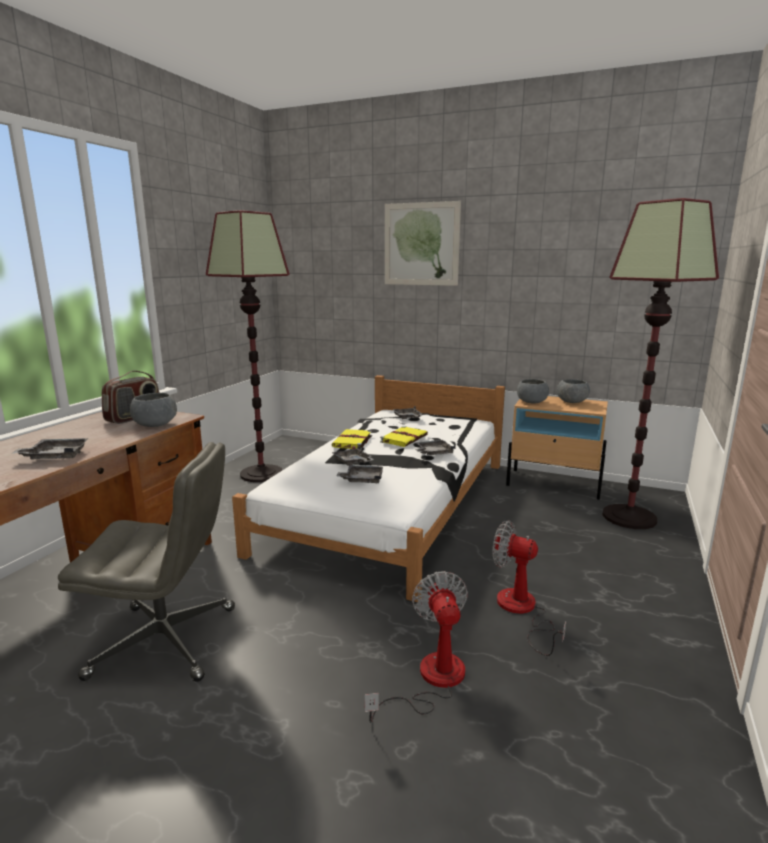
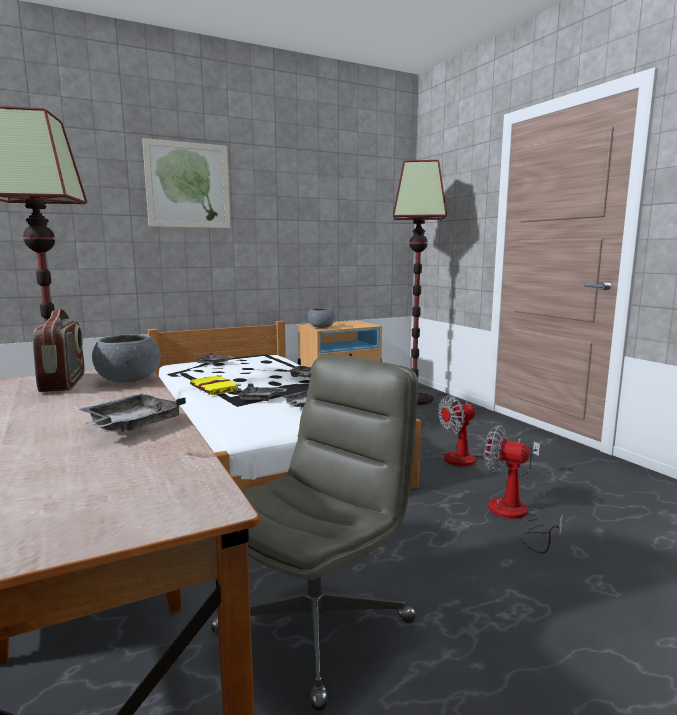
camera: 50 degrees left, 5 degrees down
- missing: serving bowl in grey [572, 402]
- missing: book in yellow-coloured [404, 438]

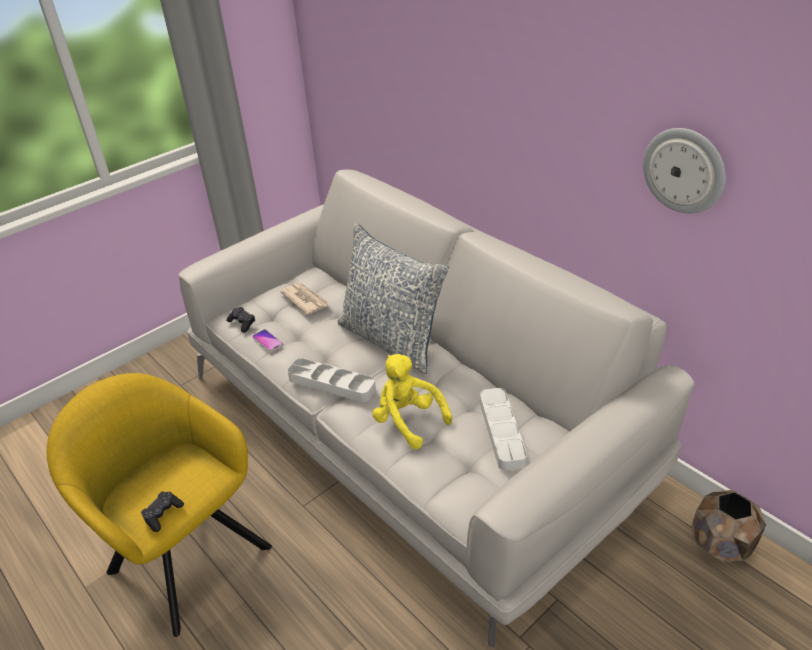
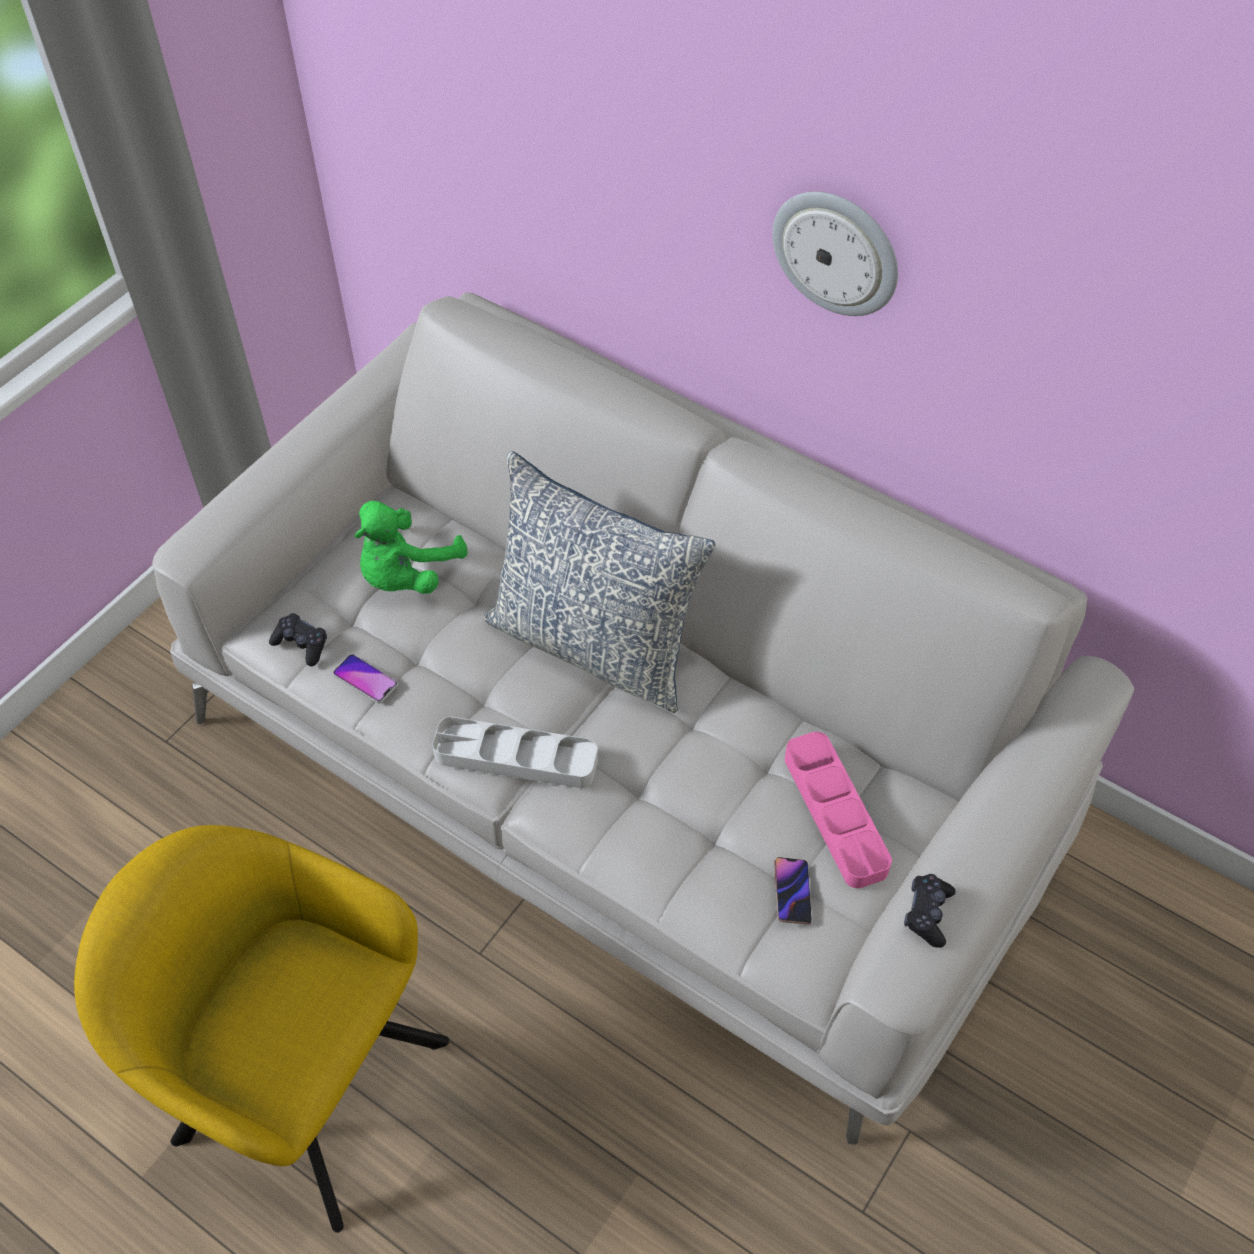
camera: 15 degrees left, 15 degrees up
- relocated: clock on the wall [684, 170] to [836, 252]
- exchanged: newspaper [305, 300] to soft toy in green [406, 575]
- missing: soft toy in yellow-coloured [408, 421]
- colour: serving tray in grey [501, 431] to serving tray in pink-coloured [835, 813]
- missing: plant pot in brownish [721, 544]
- relocated: gamepad in blackish [163, 514] to [927, 914]
- appeared: phone [792, 892]

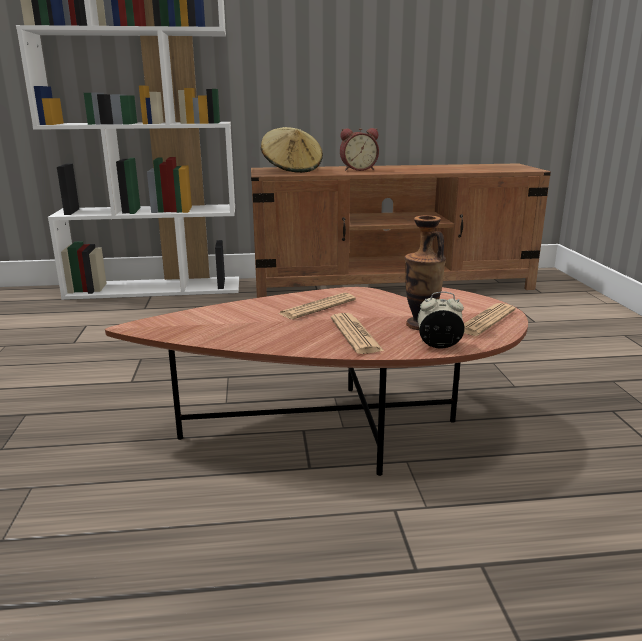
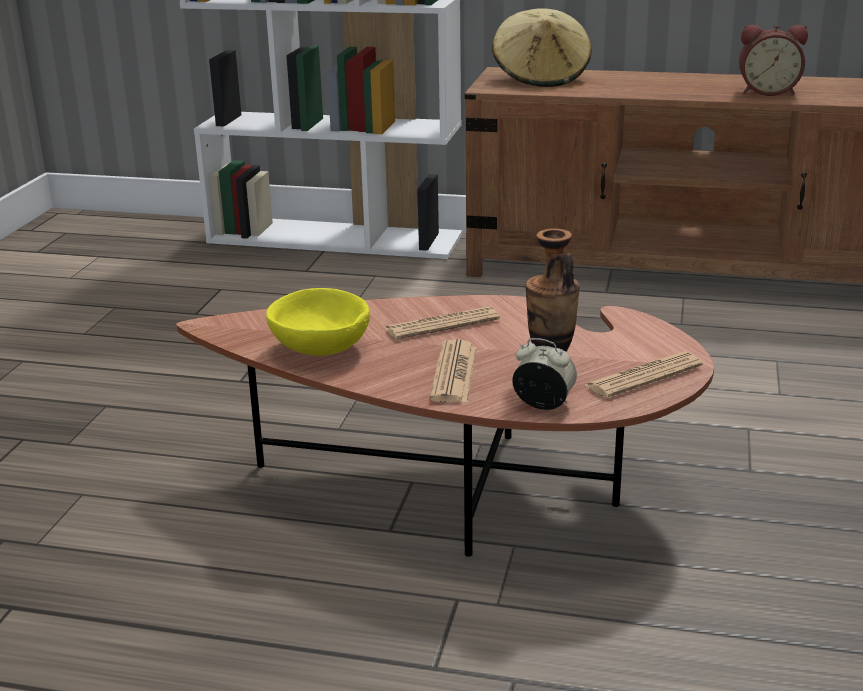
camera: 20 degrees right, 5 degrees up
- relocated: alarm clock [358, 169] to [767, 92]
- appeared: serving bowl in yellow-coloured [319, 349]

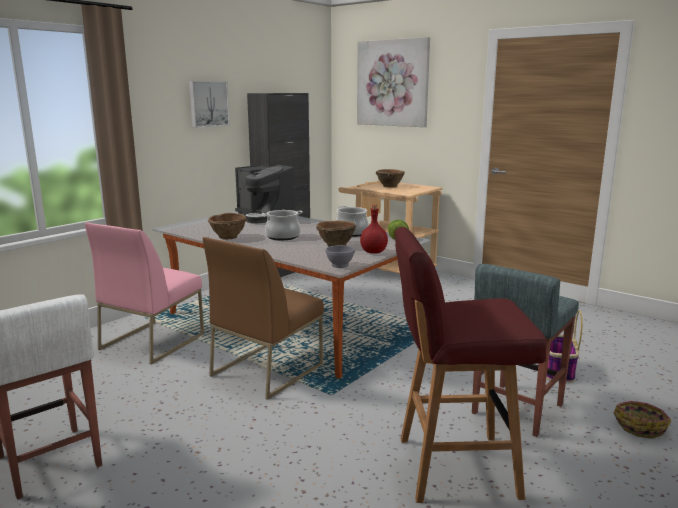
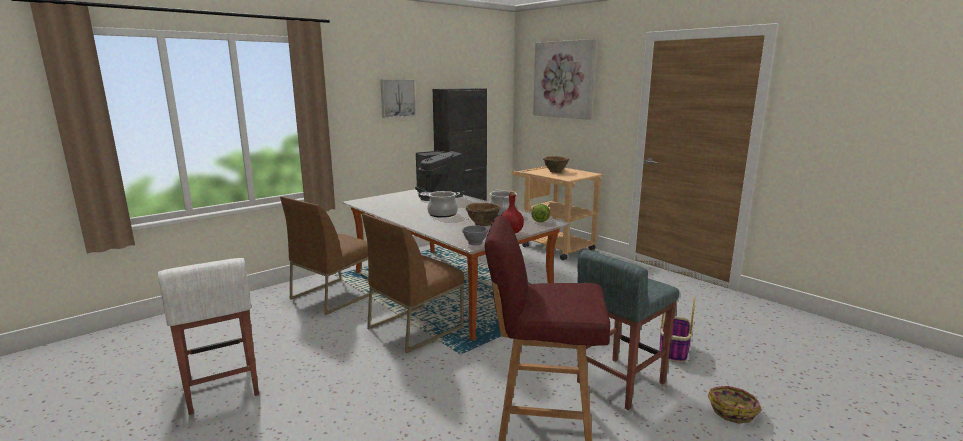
camera: 10 degrees right, 0 degrees up
- missing: serving bowl in brownish [228, 237]
- colour: chair in pink-coloured [152, 341] to chair in brownish [333, 295]

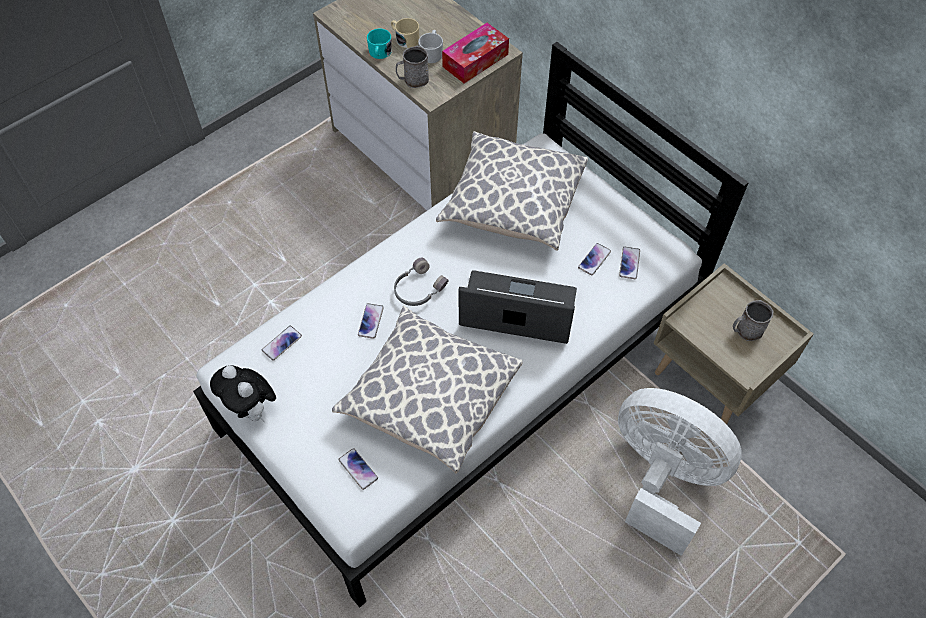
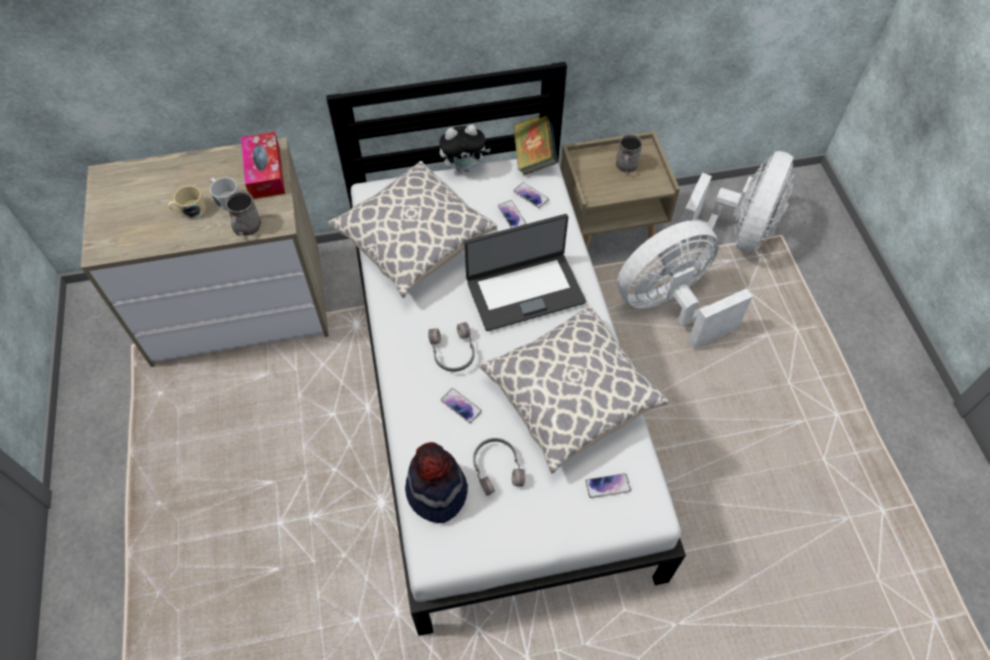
camera: 60 degrees left, 0 degrees up
- missing: tea mug in turquoise [379, 53]
- spun: laptop [518, 310] = [524, 290] 150 degrees counterclockwise
- exchanged: phone [282, 343] to clothing hat [436, 491]
- relocated: soft toy [251, 409] to [464, 167]
- appeared: book [534, 157]
- appeared: cooling fan in whitish [736, 233]
- appeared: headset in grey [497, 468]

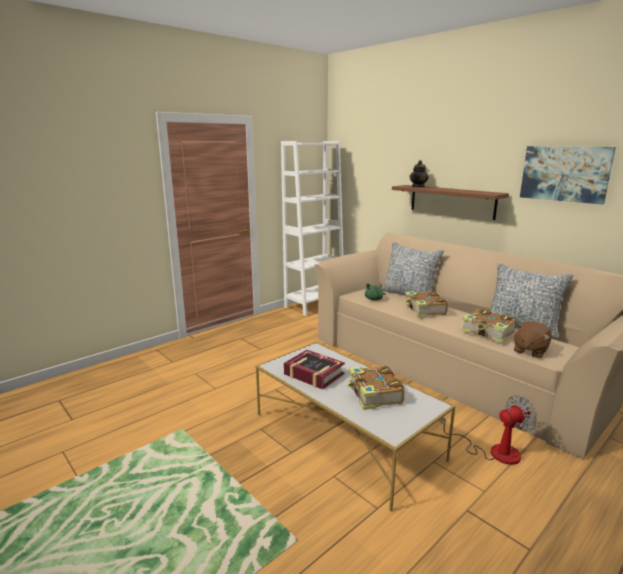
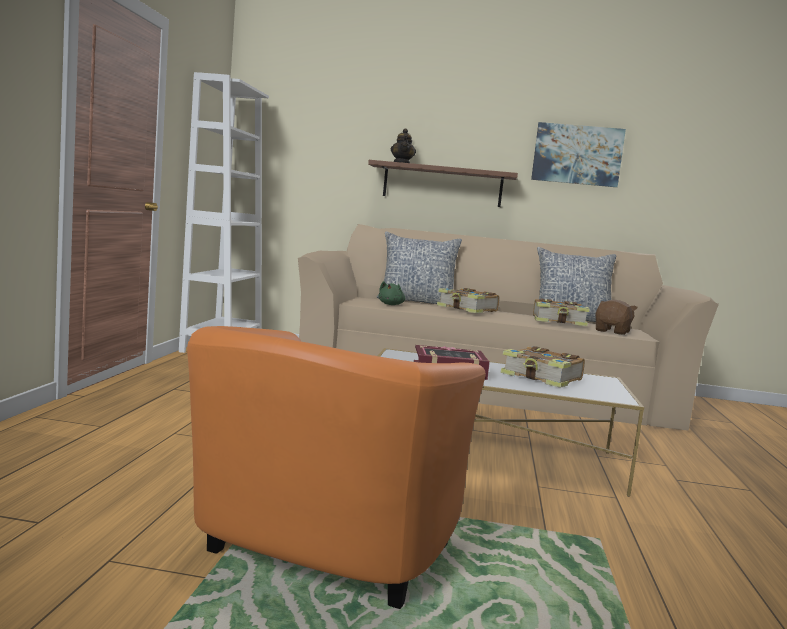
camera: 40 degrees left, 10 degrees down
- spun: soft toy in brownish [529, 351] = [612, 331] 150 degrees counterclockwise
- missing: cooling fan [493, 451]
- appeared: easy chair in orangey [318, 559]

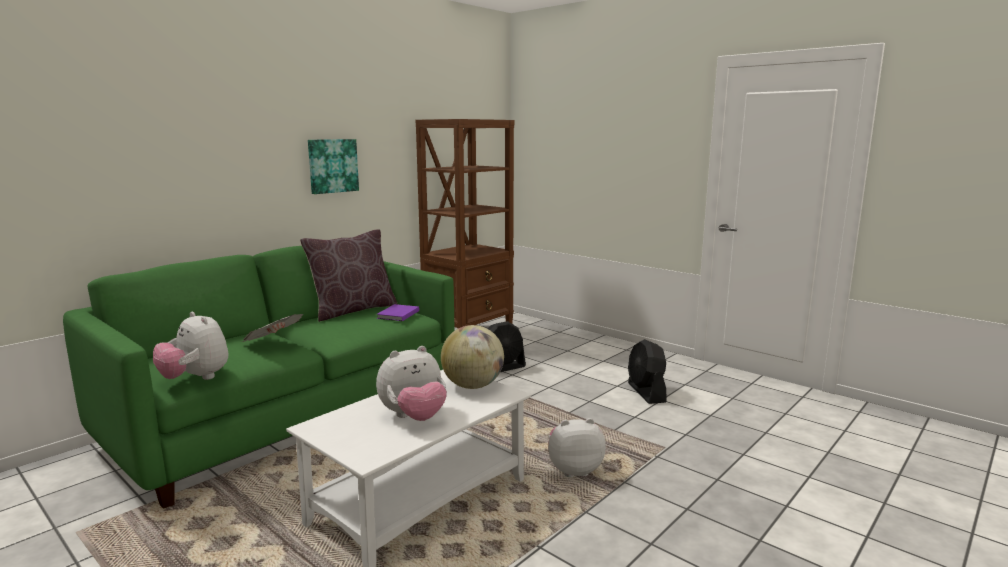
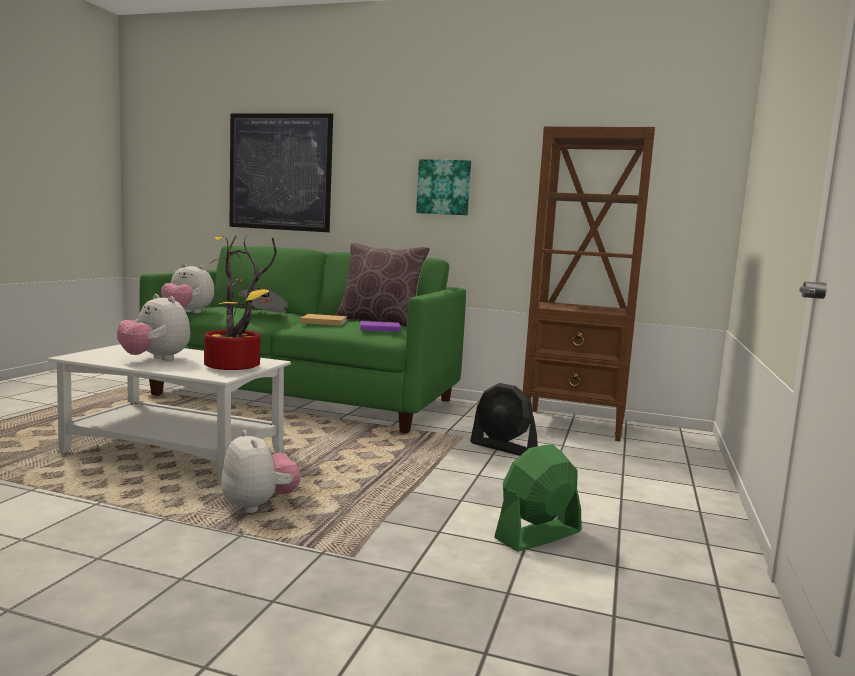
camera: 65 degrees right, 5 degrees down
- spun: soft toy [196, 378] = [187, 313] 90 degrees counterclockwise
- exchanged: world globe [473, 386] to plant in a pot [237, 367]
- colour: cooling fan in blackish [646, 392] to cooling fan in green [538, 535]
- appeared: picture [280, 172]
- appeared: book in sand-coloured [322, 321]

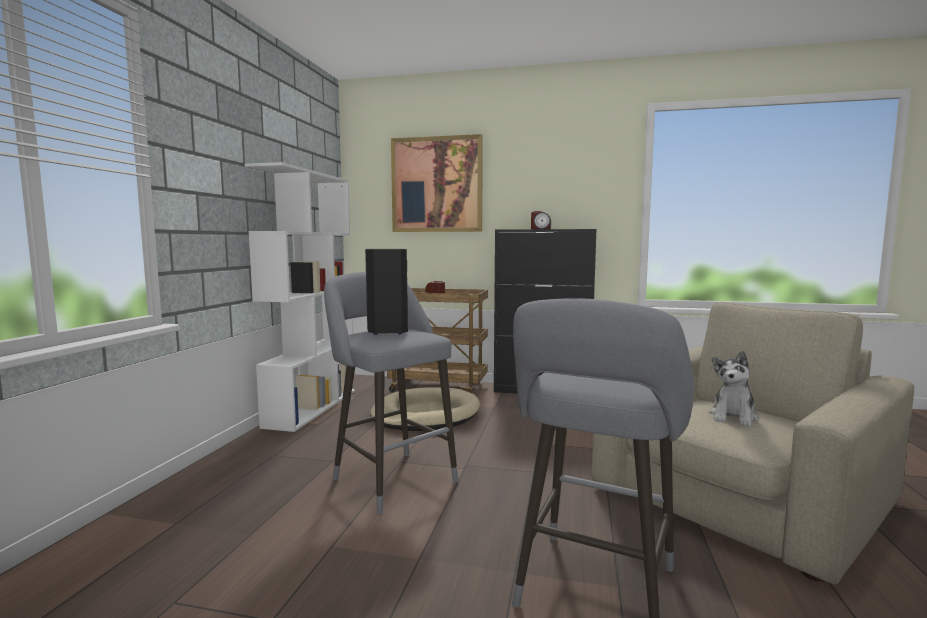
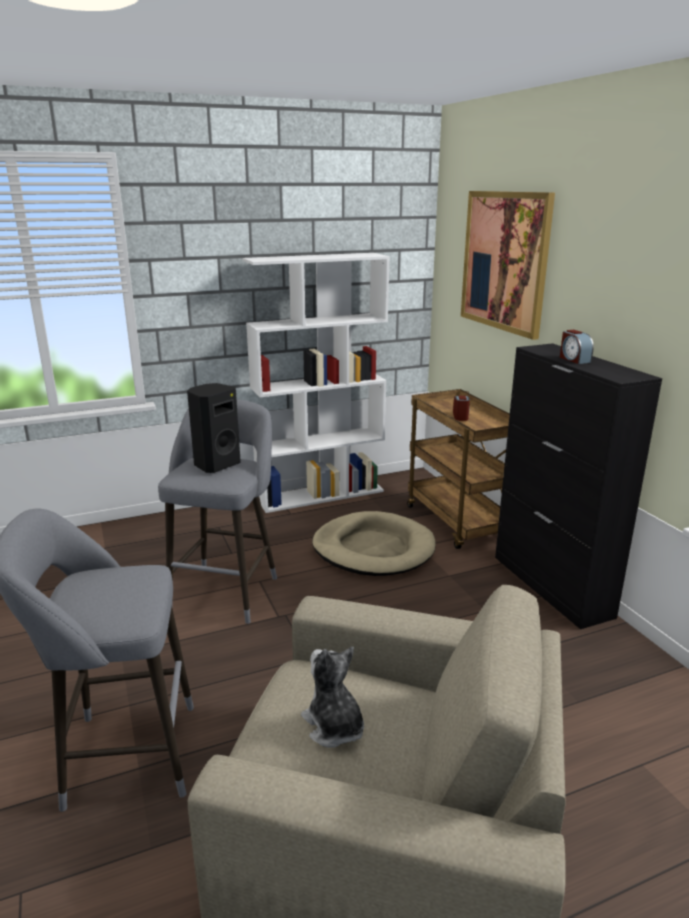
camera: 55 degrees right, 15 degrees up
- spun: soft toy [733, 417] = [334, 726] 60 degrees clockwise

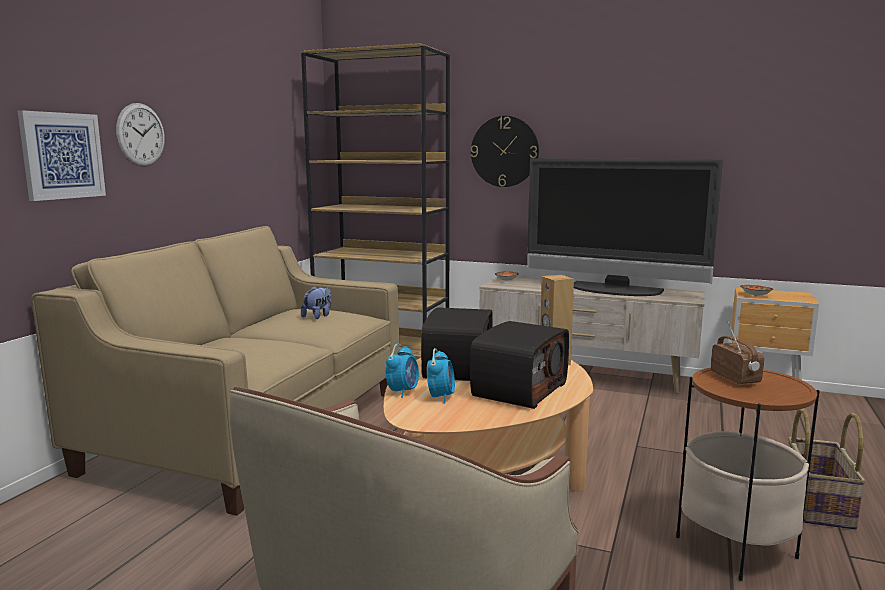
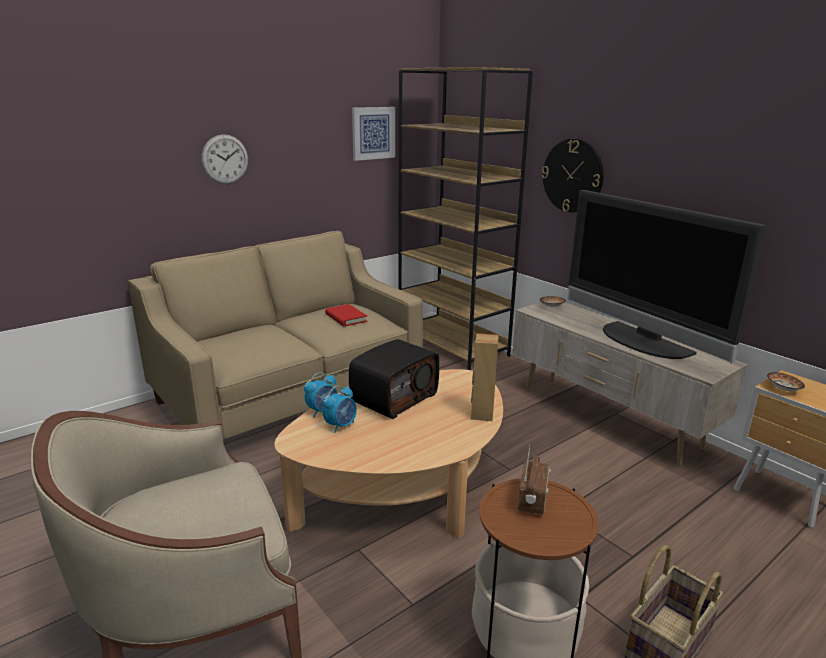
camera: 30 degrees right, 10 degrees up
- relocated: picture [62, 156] to [373, 133]
- exchanged: soft toy [318, 316] to book in reddish [346, 318]
- missing: radio set [518, 389]

